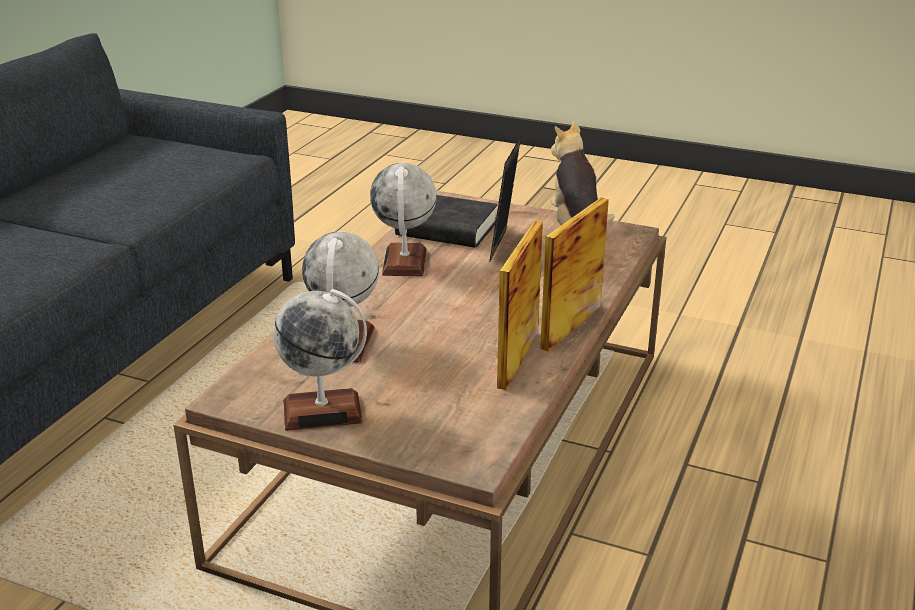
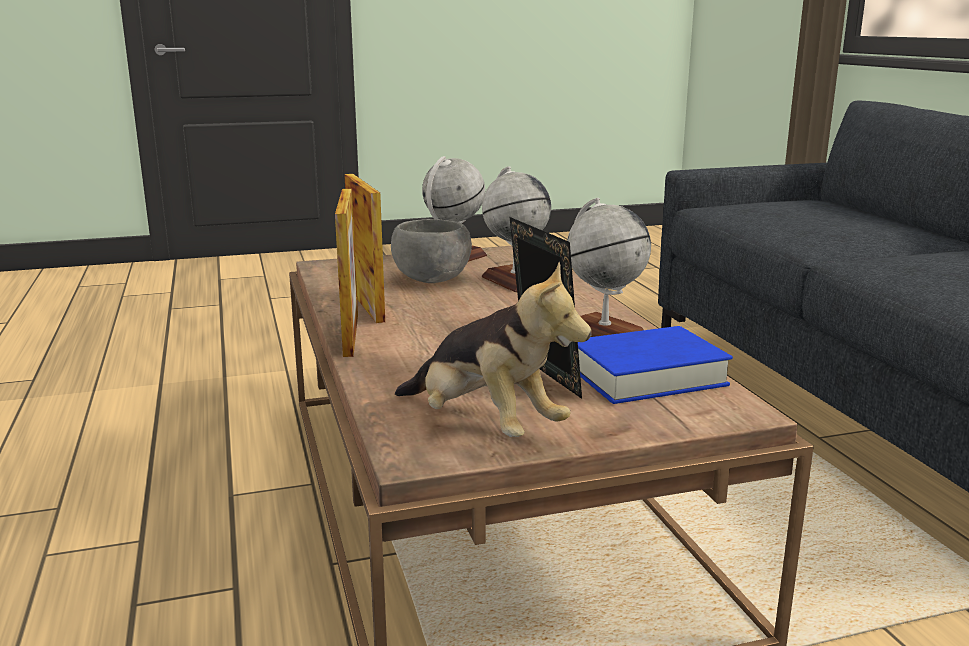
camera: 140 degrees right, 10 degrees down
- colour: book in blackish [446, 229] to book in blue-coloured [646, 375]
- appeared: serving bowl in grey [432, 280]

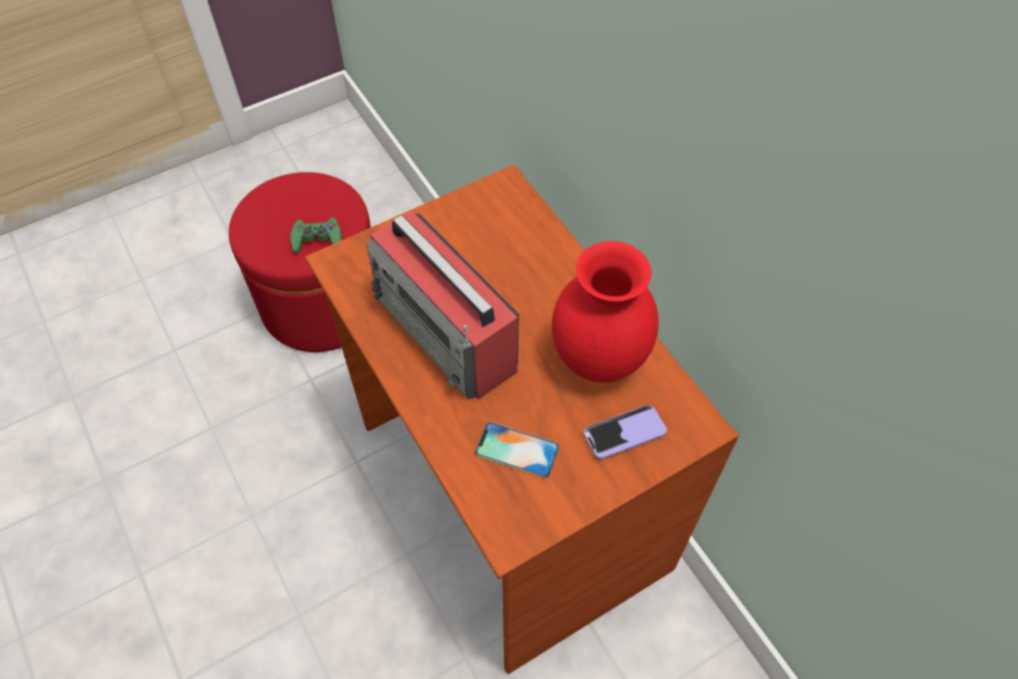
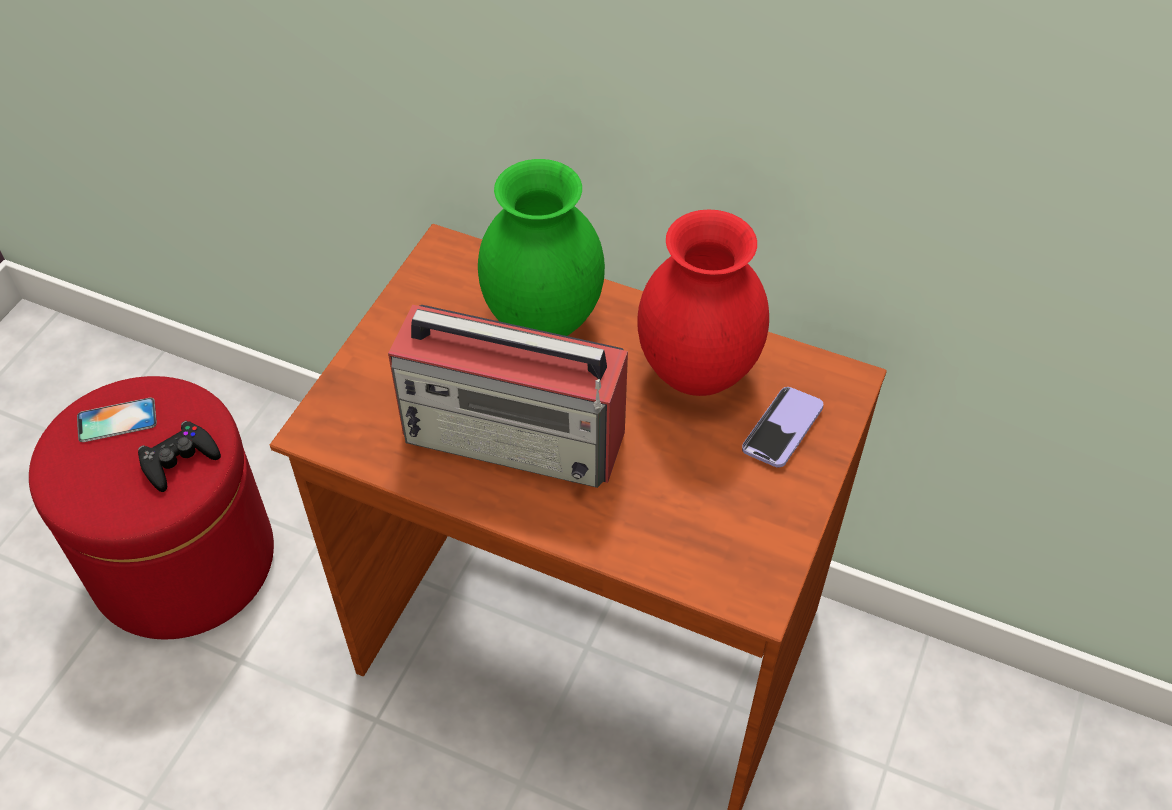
camera: 35 degrees left, 5 degrees down
- colour: gamepad in green [317, 239] to gamepad in blackish [179, 460]
- relocated: phone [517, 450] to [117, 420]
- appeared: vase in green [541, 321]

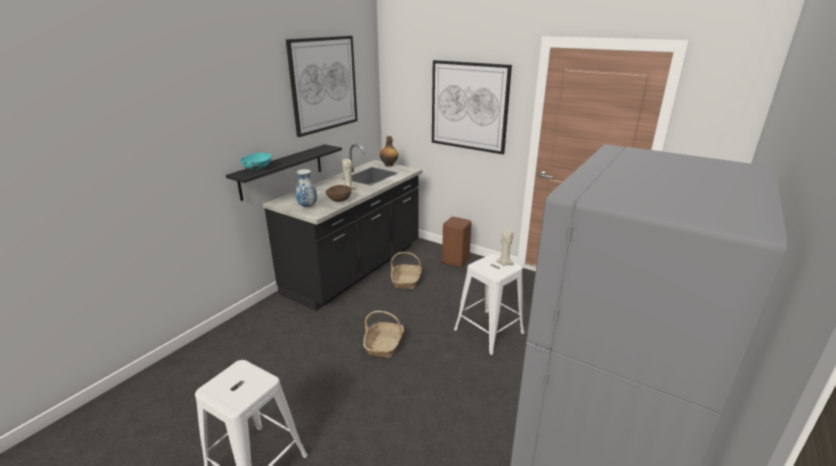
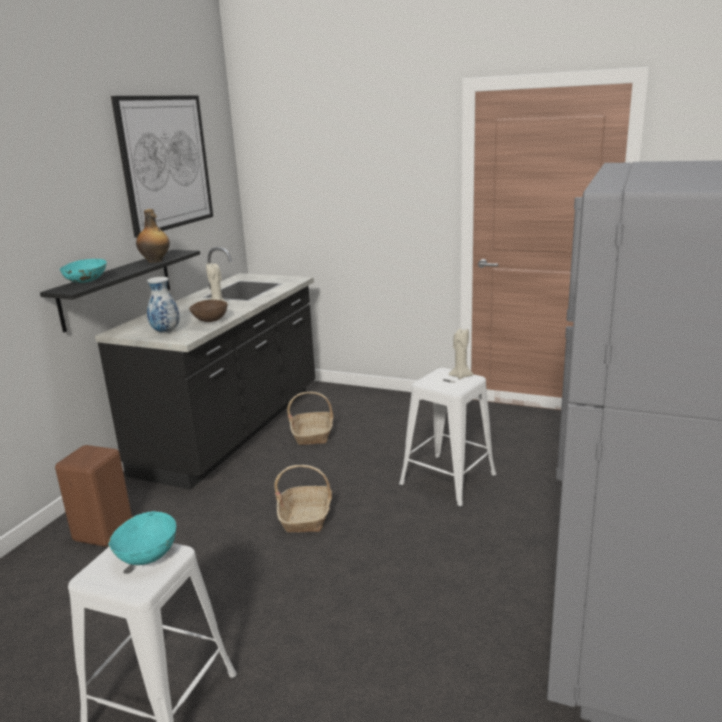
camera: 10 degrees left, 5 degrees down
- missing: picture [469, 106]
- relocated: beverage bottle [389, 165] to [155, 261]
- relocated: sitting stool in brownish [456, 261] to [105, 532]
- appeared: serving bowl in turquoise [147, 554]

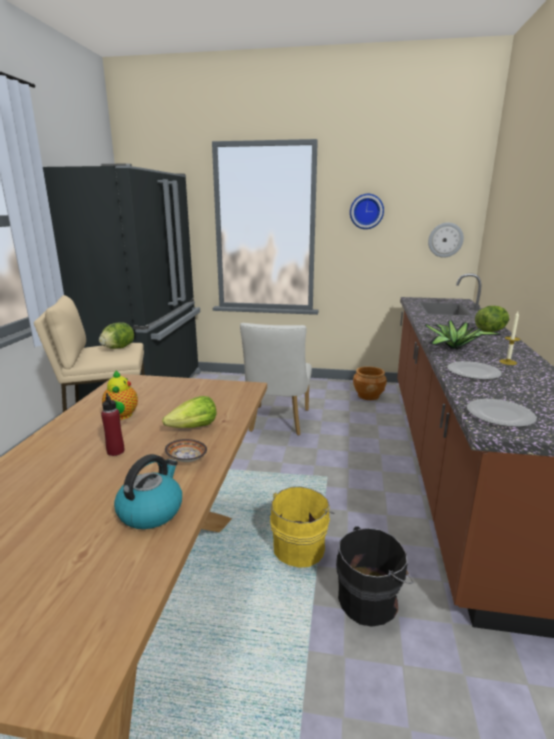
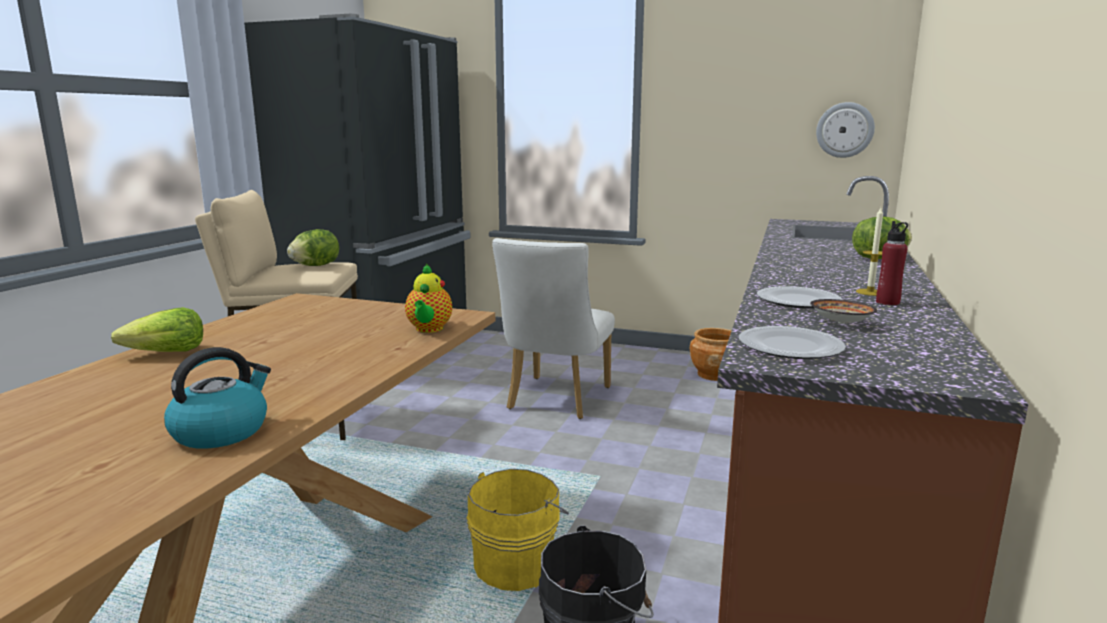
camera: 10 degrees right, 5 degrees down
- missing: clock on the wall [366, 211]
- missing: plant in a pot [454, 348]
- relocated: tea pot [121, 416] to [429, 329]
- relocated: beverage bottle in reddish [115, 451] to [887, 302]
- relocated: head of lettuce [193, 428] to [166, 353]
- relocated: serving bowl [186, 459] to [840, 322]

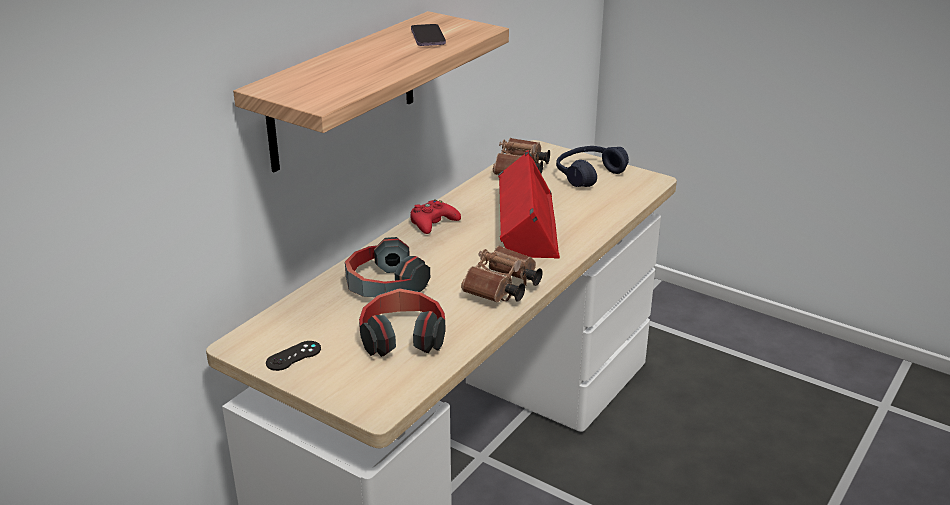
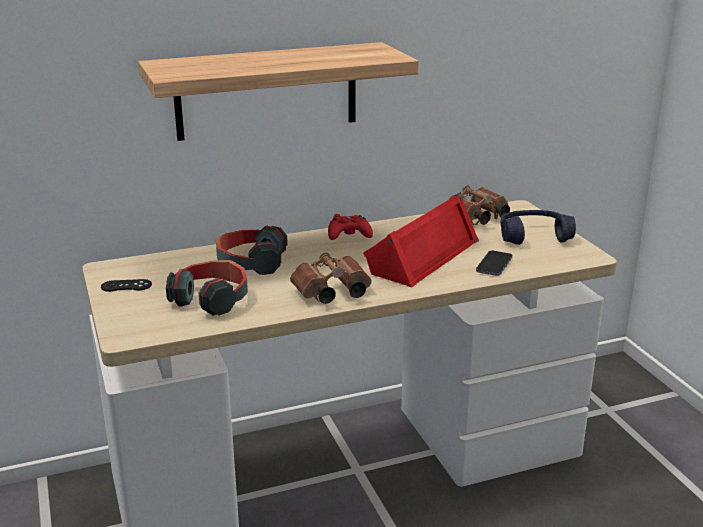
camera: 35 degrees right, 5 degrees down
- relocated: phone [428, 37] to [494, 265]

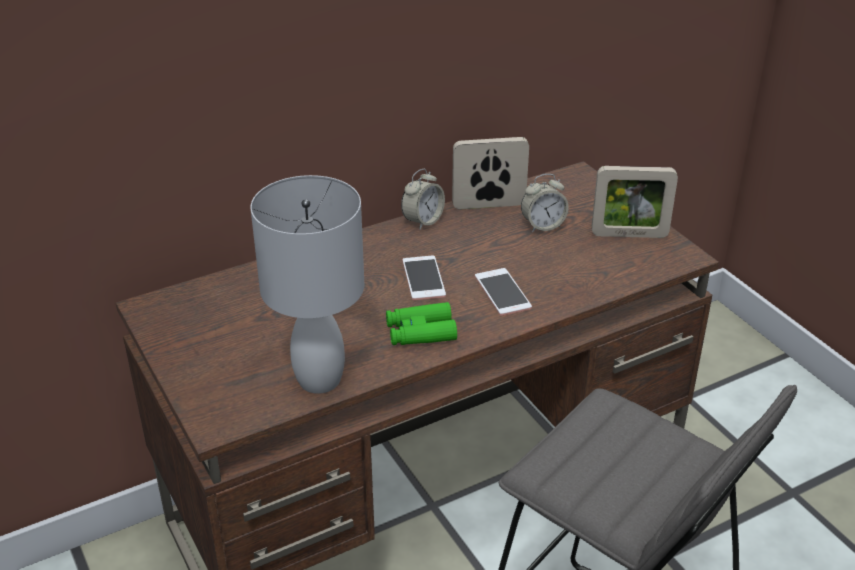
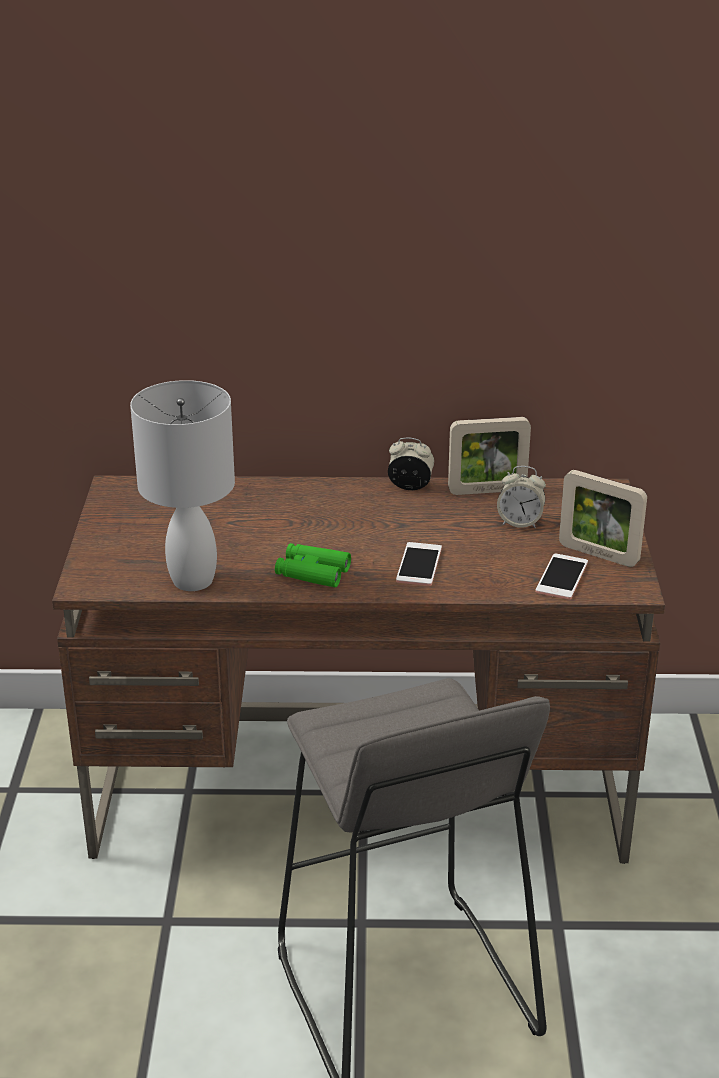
camera: 30 degrees right, 5 degrees down
- spun: photo frame [488, 205] = [487, 490] 150 degrees clockwise
- spun: alarm clock [423, 221] = [410, 486] 150 degrees counterclockwise
- relocated: phone [423, 278] to [562, 577]

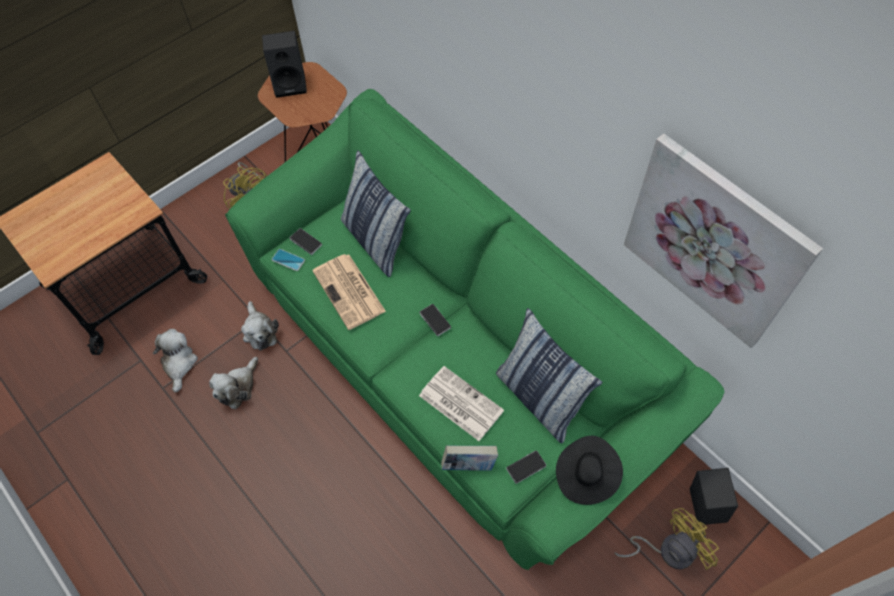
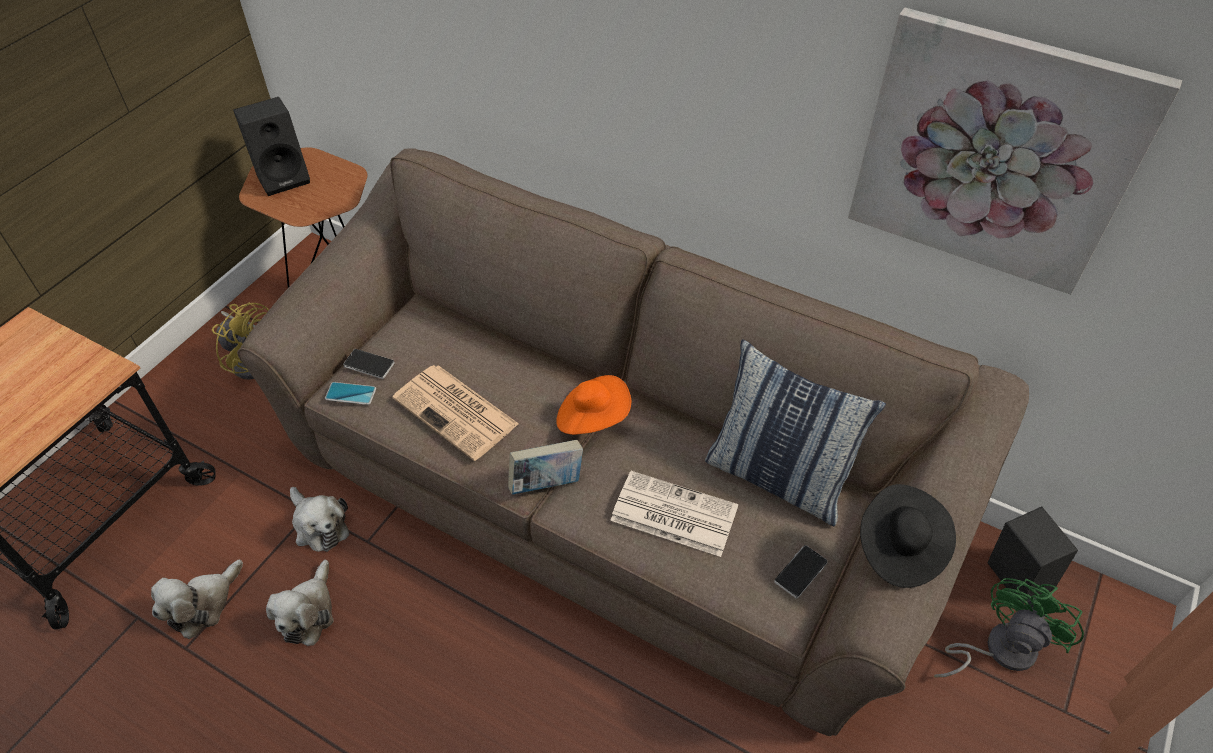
camera: 20 degrees left, 10 degrees down
- colour: settee in green [450, 358] to settee in brownish [608, 487]
- missing: throw pillow [376, 241]
- exchanged: phone [435, 320] to clothing hat in orangey [593, 418]
- spun: soft toy [179, 363] = [203, 605] 120 degrees counterclockwise
- relocated: book [469, 465] to [546, 483]
- colour: cooling fan in yellow-coloured [668, 550] to cooling fan in green [998, 649]

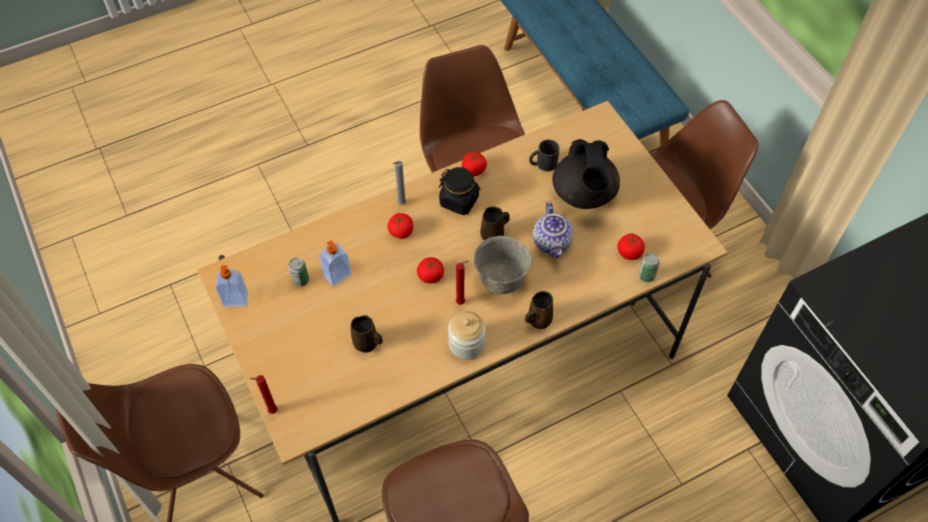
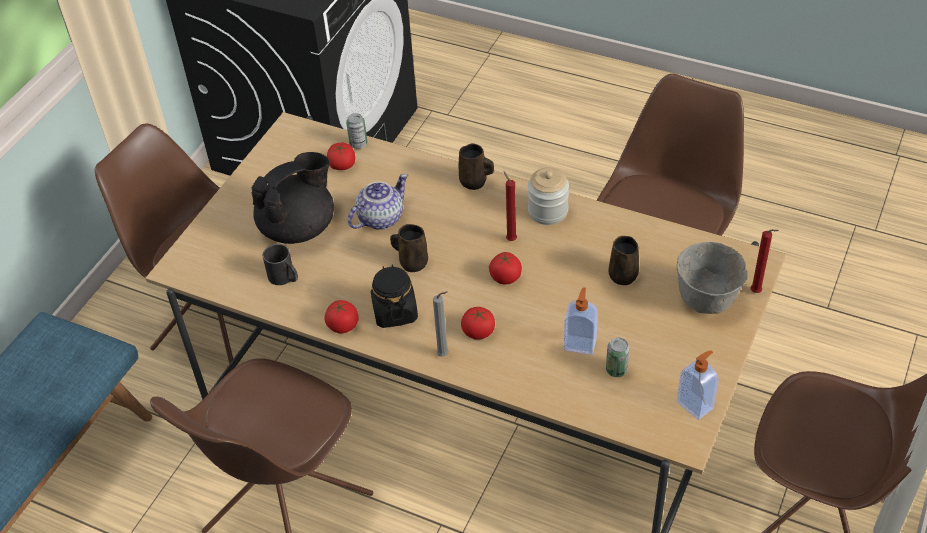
camera: 125 degrees left, 10 degrees down
- relocated: serving bowl in grey [500, 281] to [708, 300]

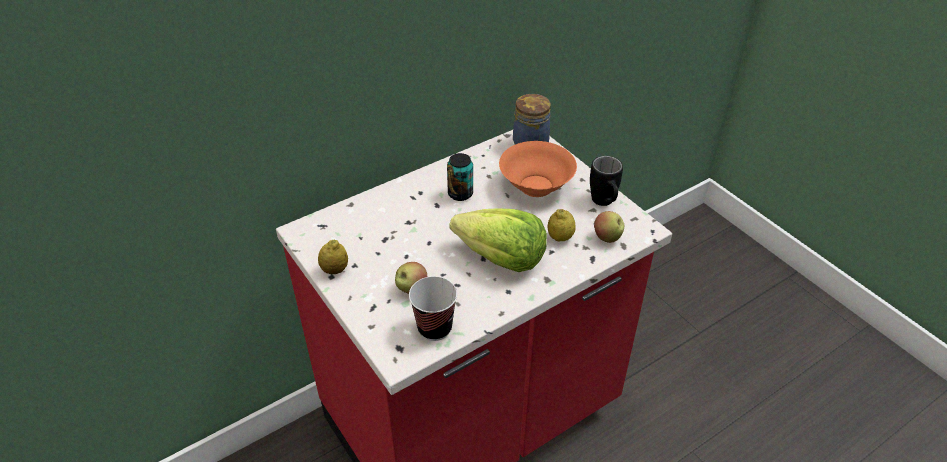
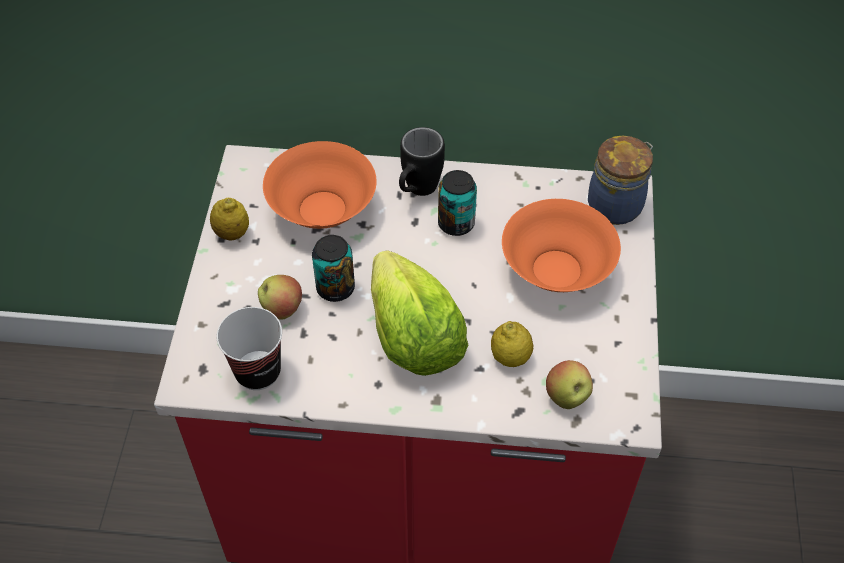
camera: 40 degrees right, 10 degrees up
- relocated: tea mug in blackish [604, 204] to [417, 192]
- appeared: serving bowl in orangey [322, 210]
- appeared: sealed can [335, 288]

